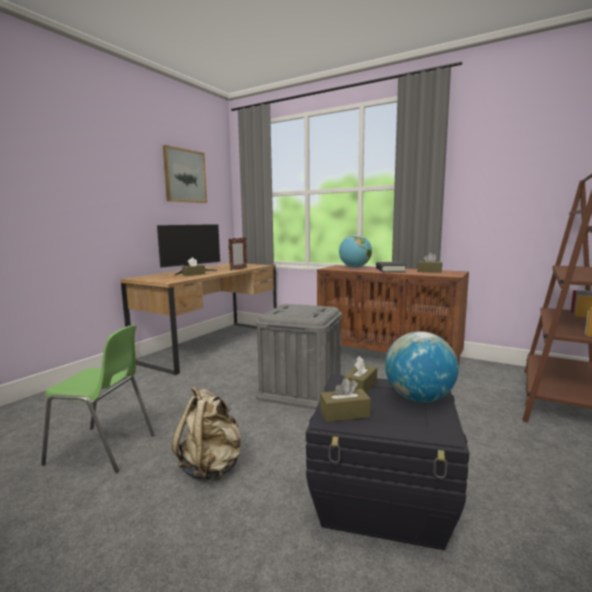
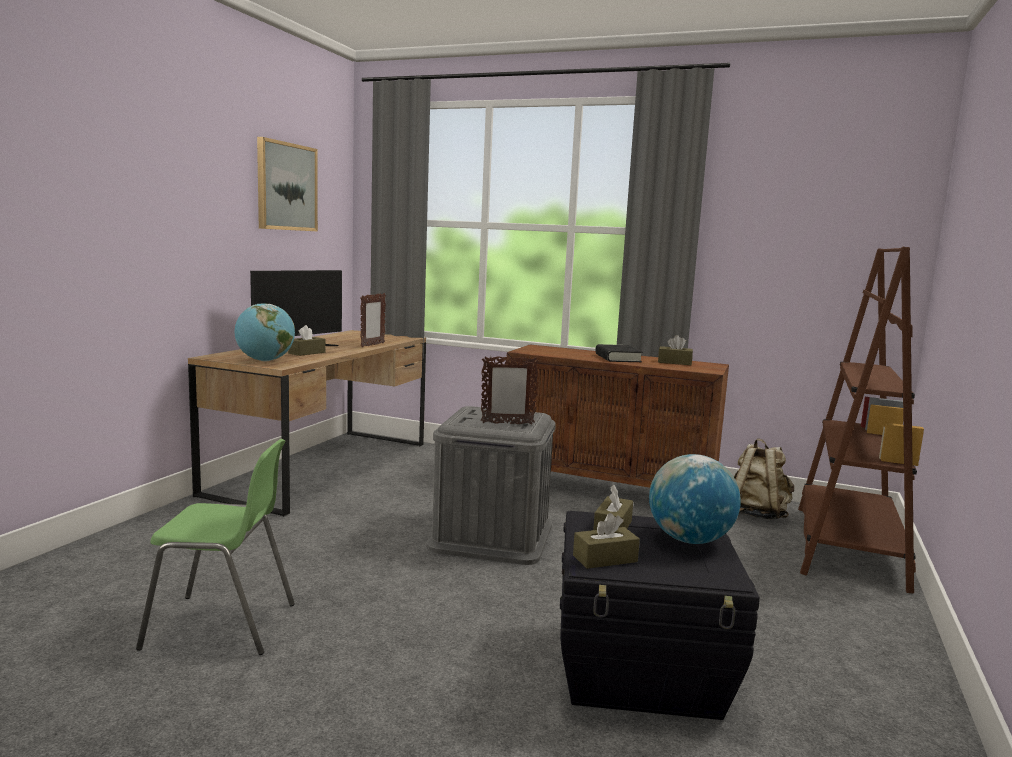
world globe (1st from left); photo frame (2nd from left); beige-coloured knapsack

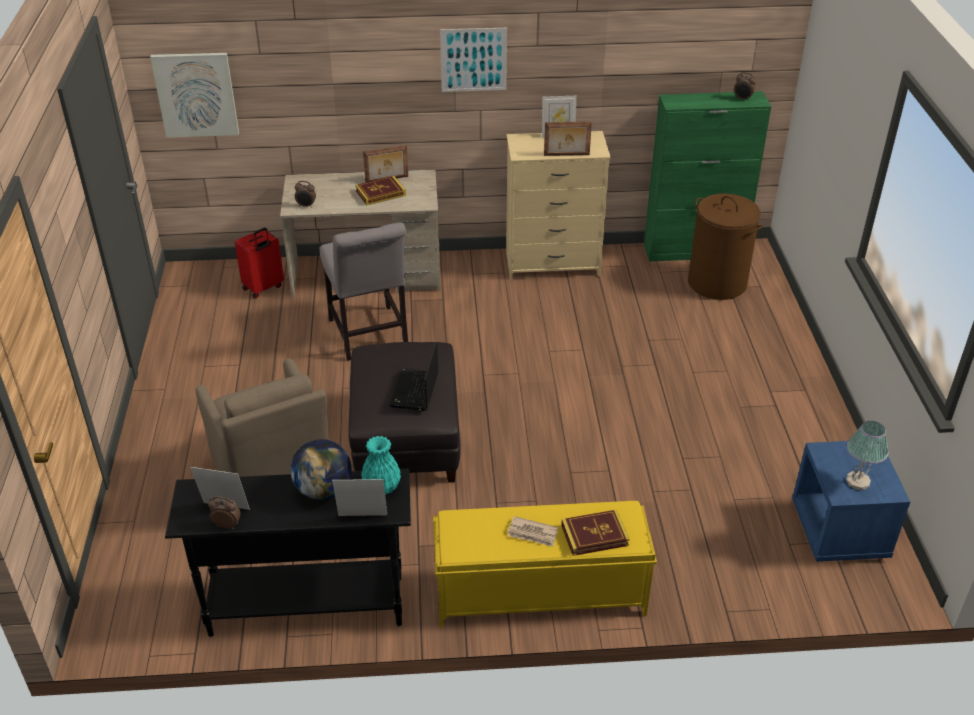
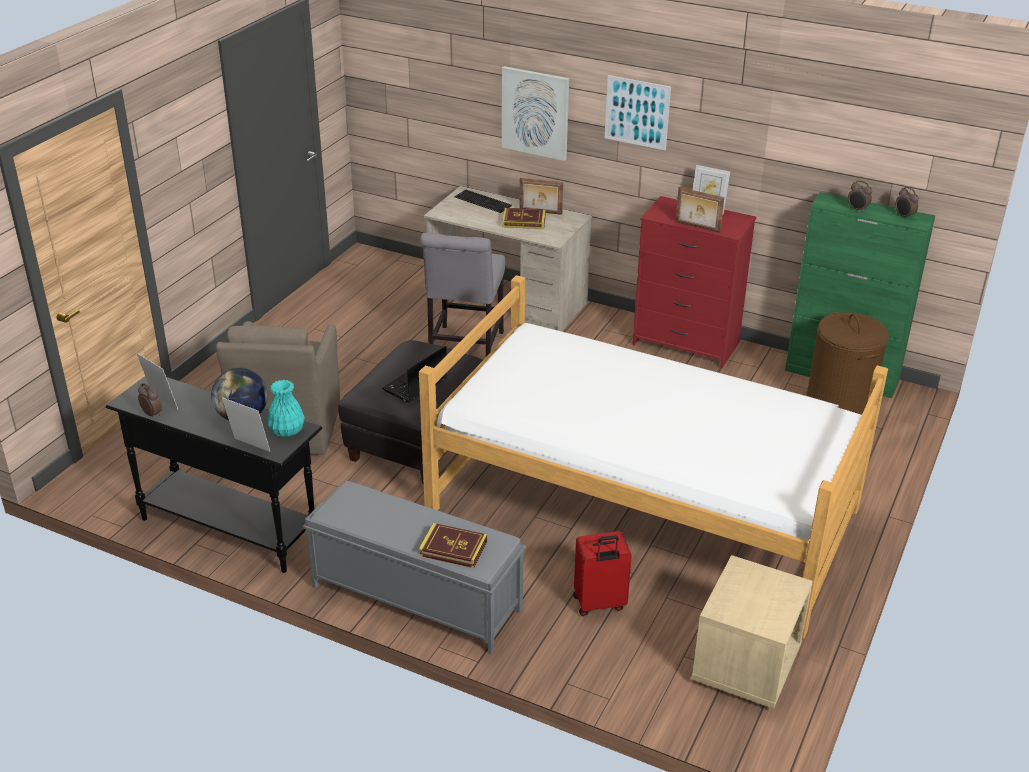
greyish indoor bench; bedroom bed; keyboard; wall art (1st from left); red-coloured suitcase; red-coloured chest of drawers; beige-coloured night table; bedside clock (2nd from left); newspaper; tabletop lamp

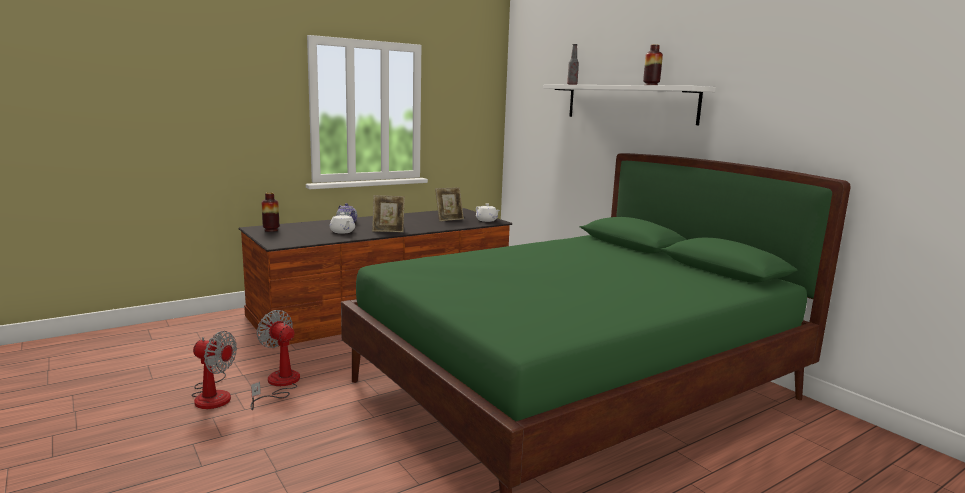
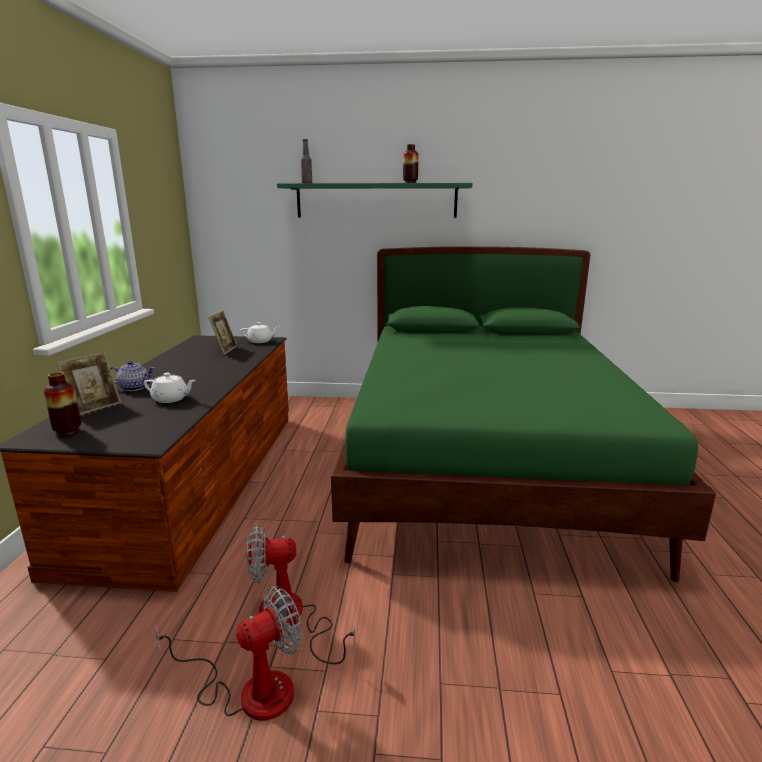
photo frame (1st from left); green-coloured shelf

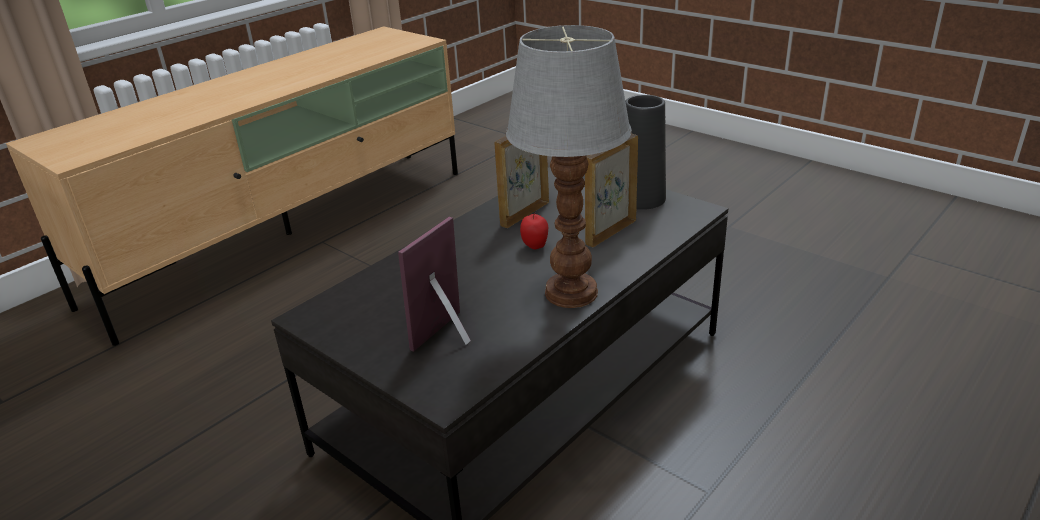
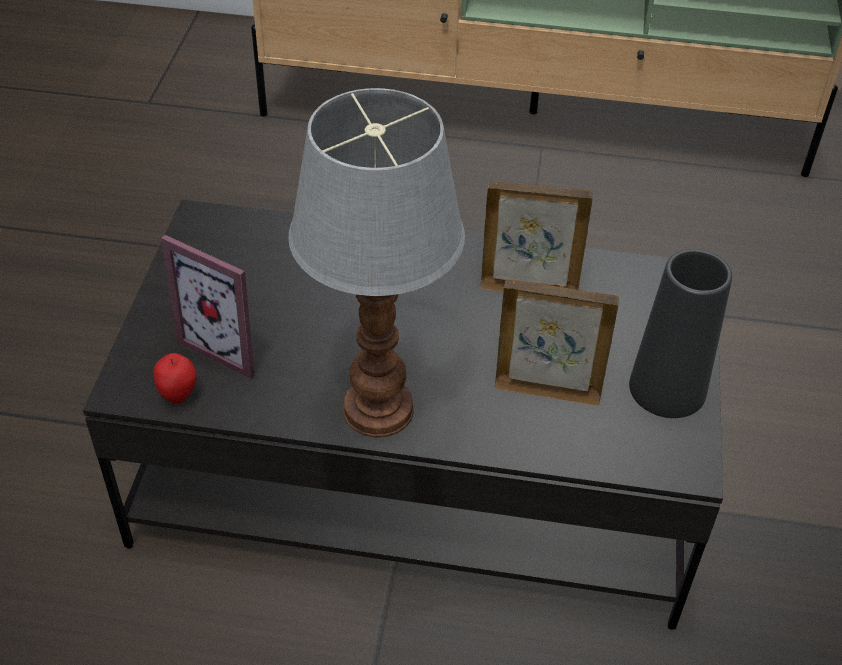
apple fruit; photo frame (1st from left)

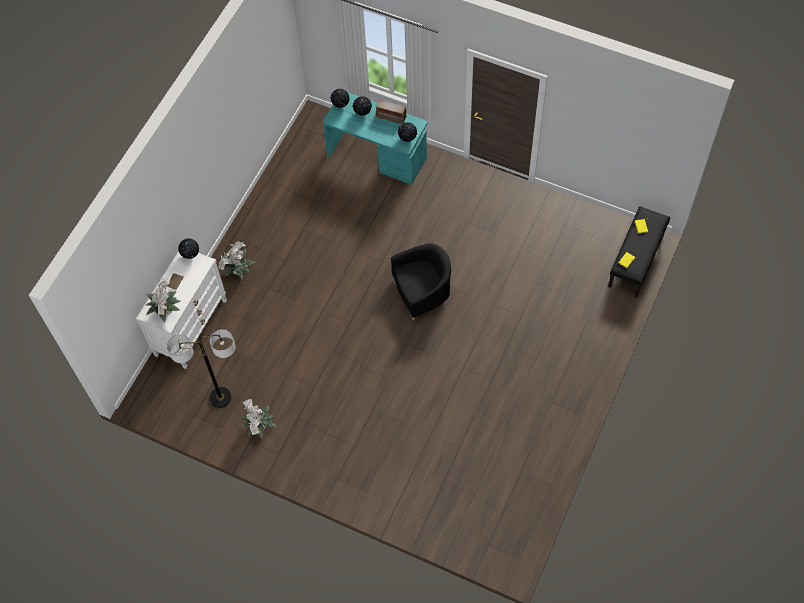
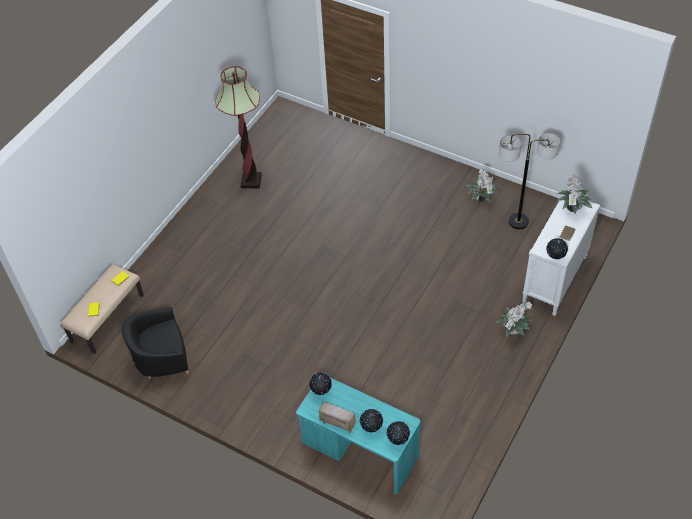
beige-coloured indoor bench; blackish lounge chair; standard lamp (1st from left)

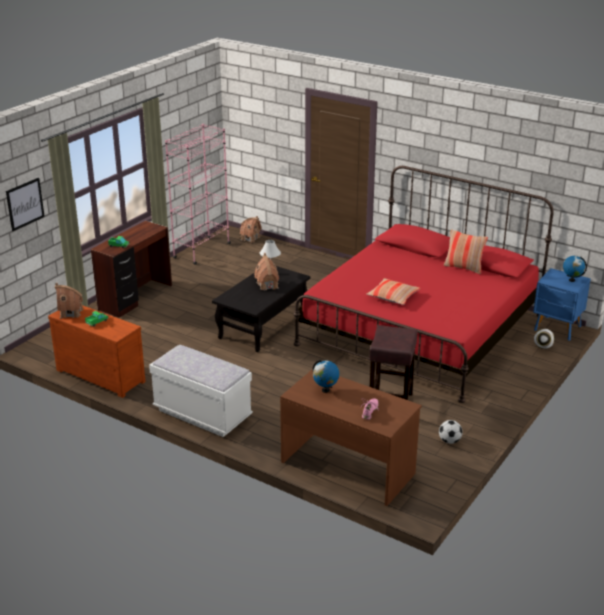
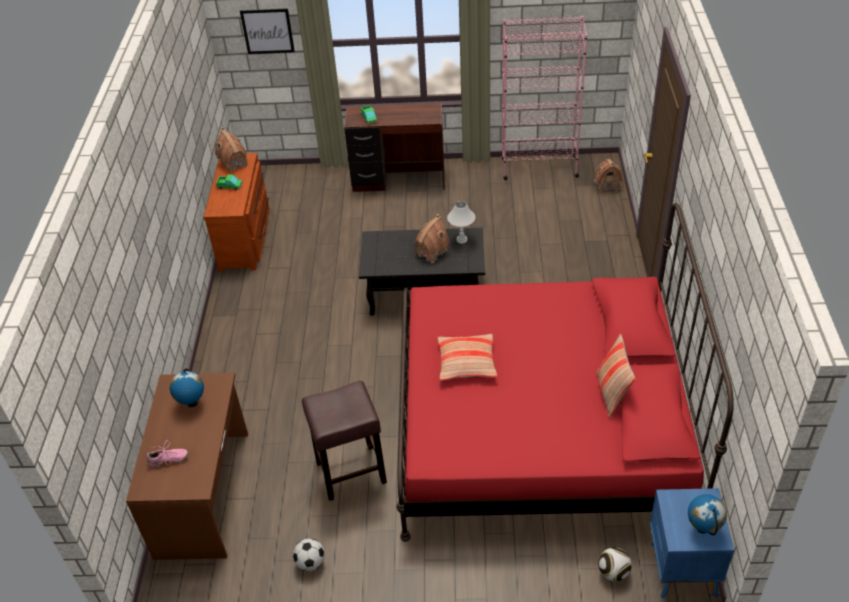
white indoor bench

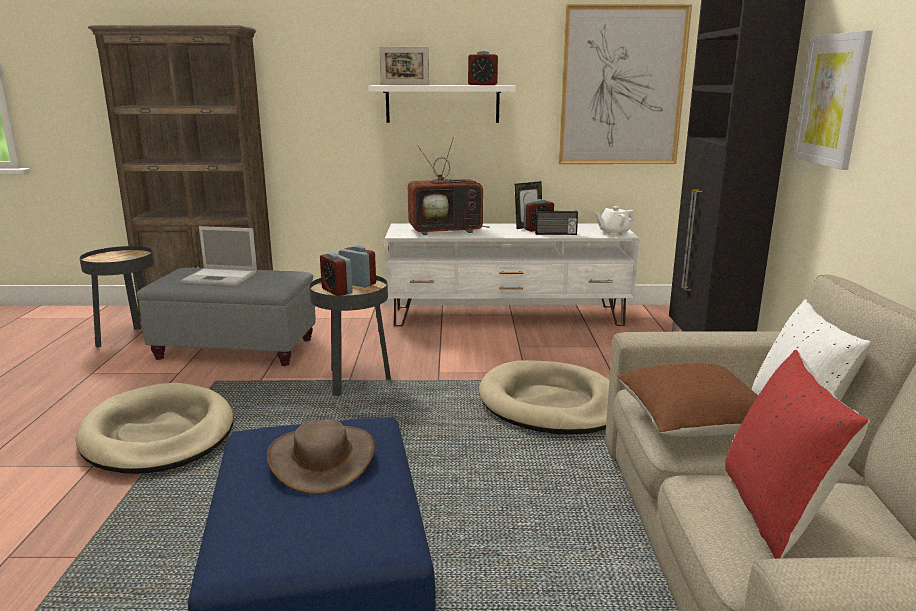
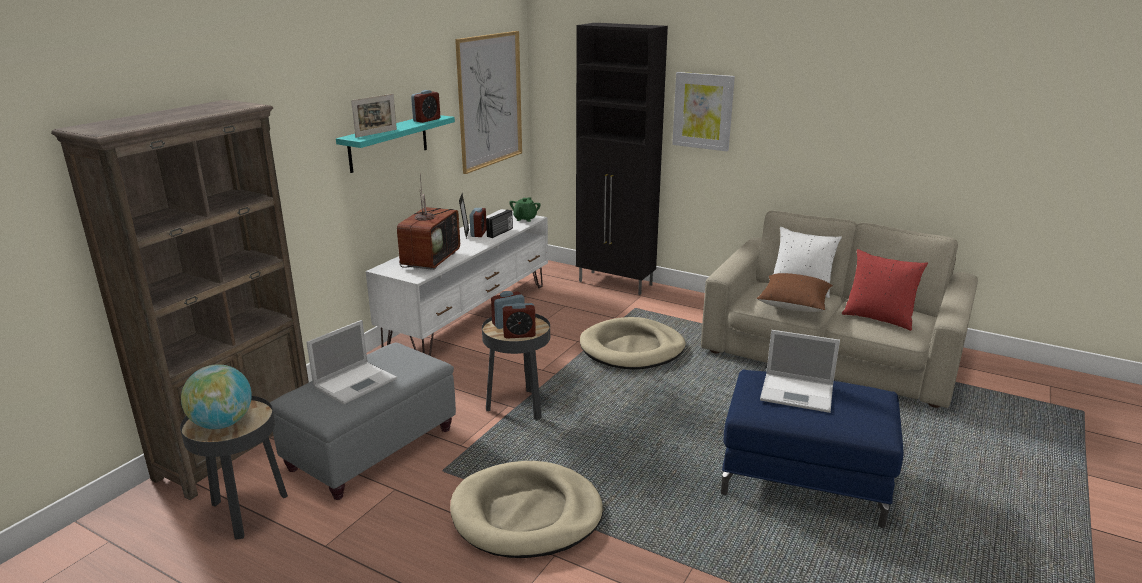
world globe; blue-green shelf; green-coloured teapot; notebook computer (2nd from left)

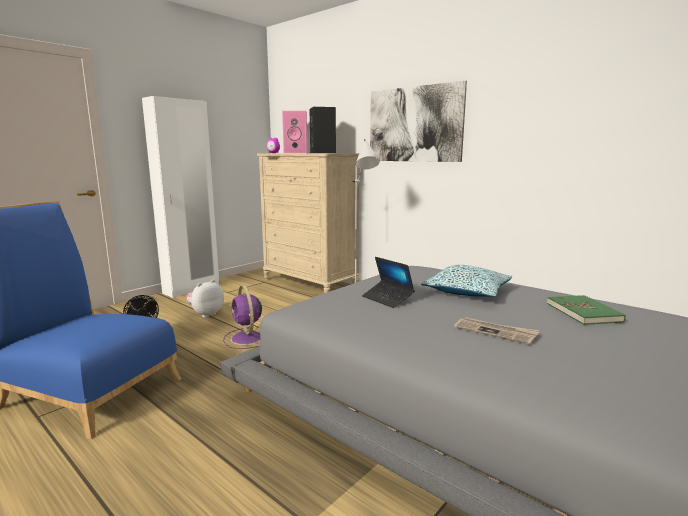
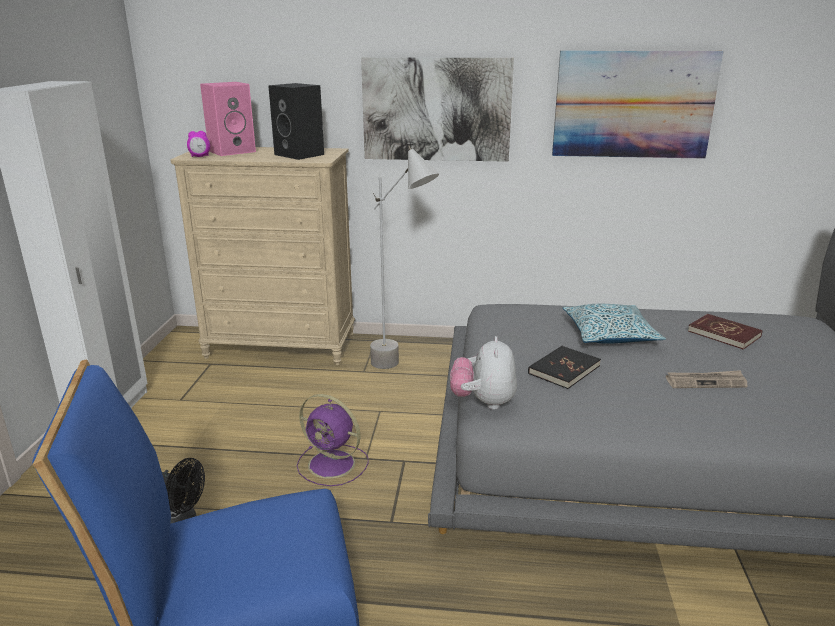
plush toy; blackish bound book; wall art (2nd from left); red-coloured bound book

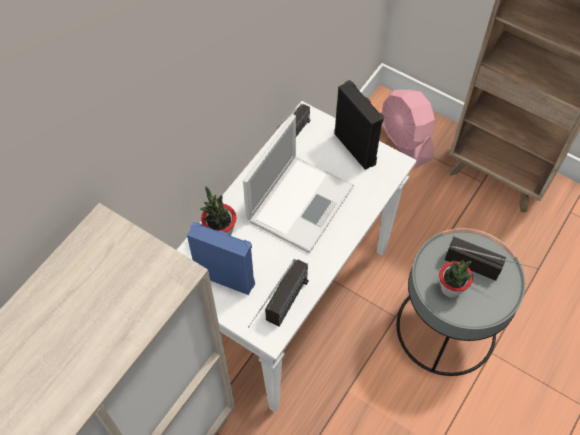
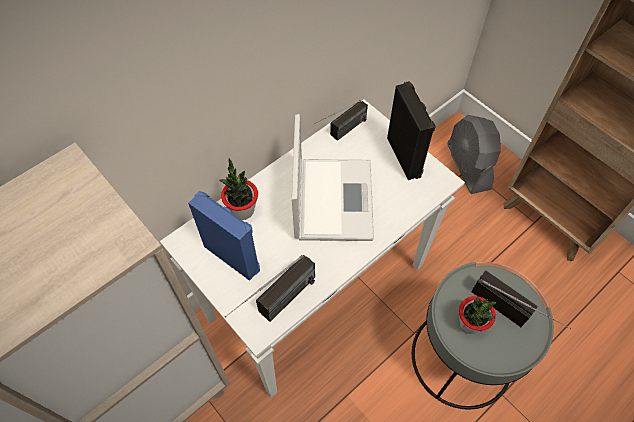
notebook computer; greyish fan

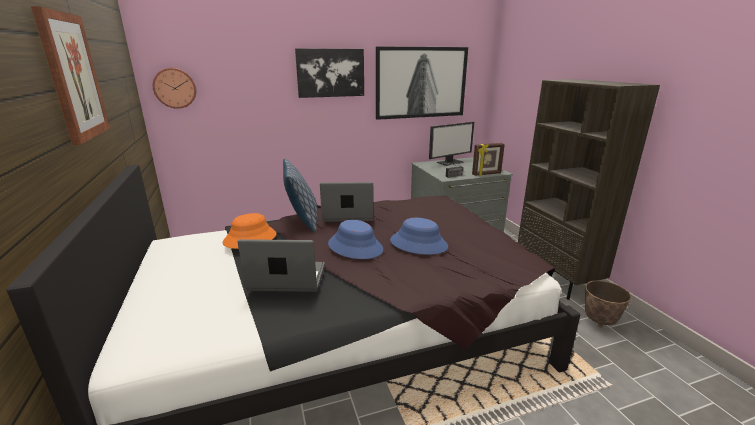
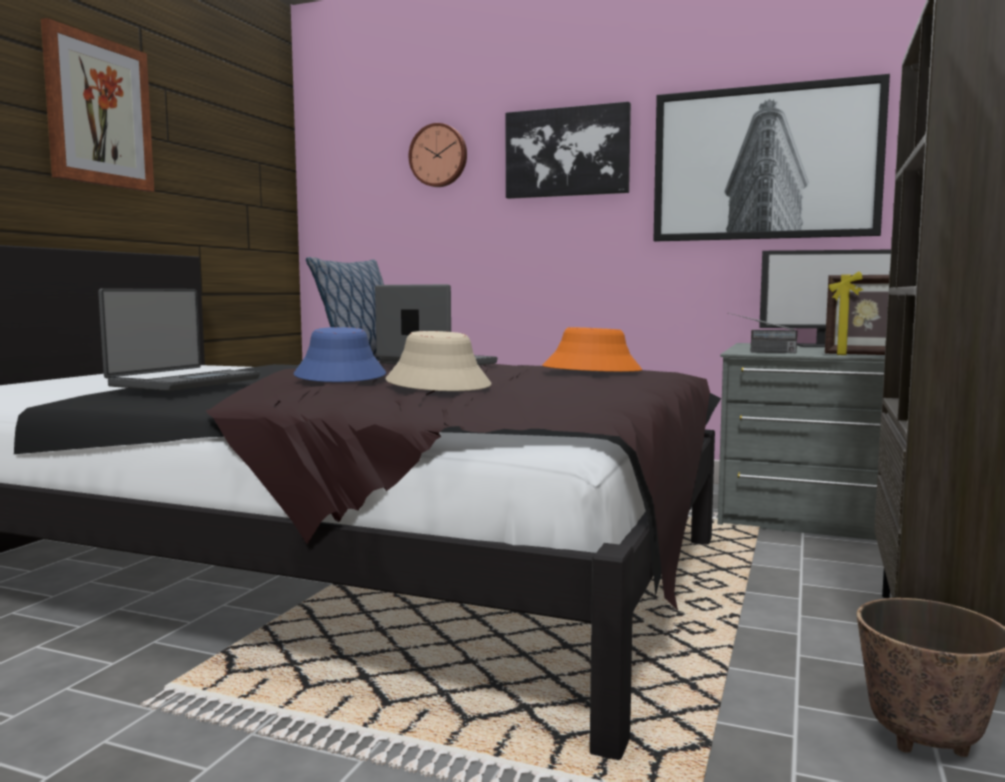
notebook computer (1st from left); beige-coloured clothing hat; clock on the wall; orange clothing hat

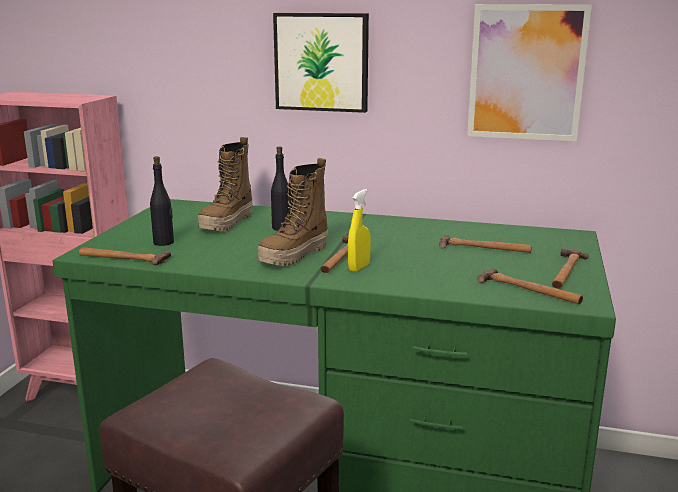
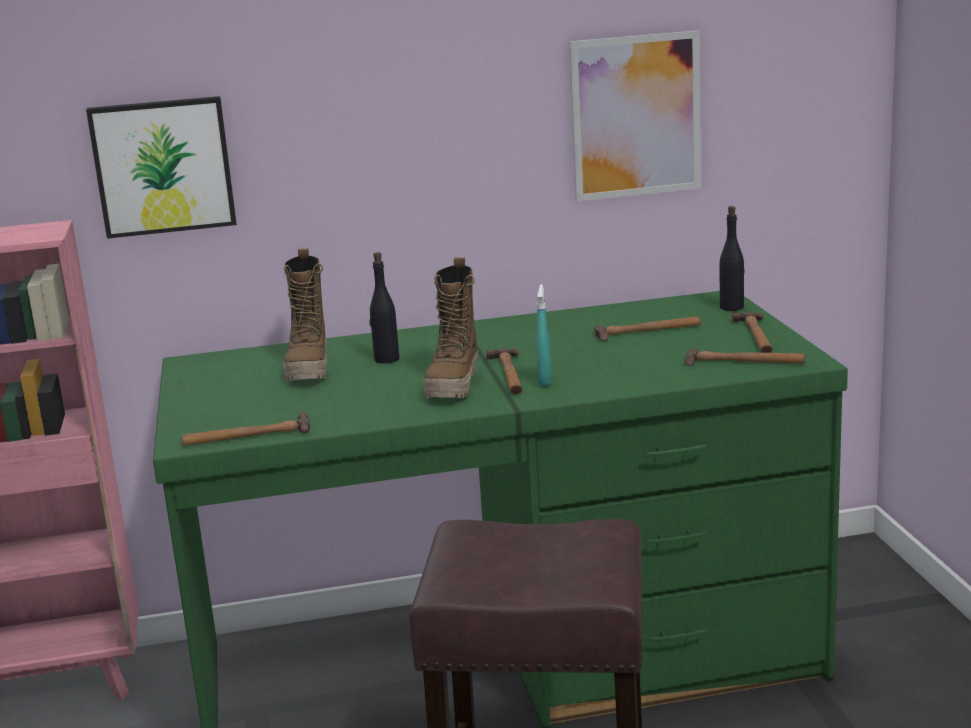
wall art (1st from left); blue-green sprayer; blackish beverage bottle (2nd from left)

